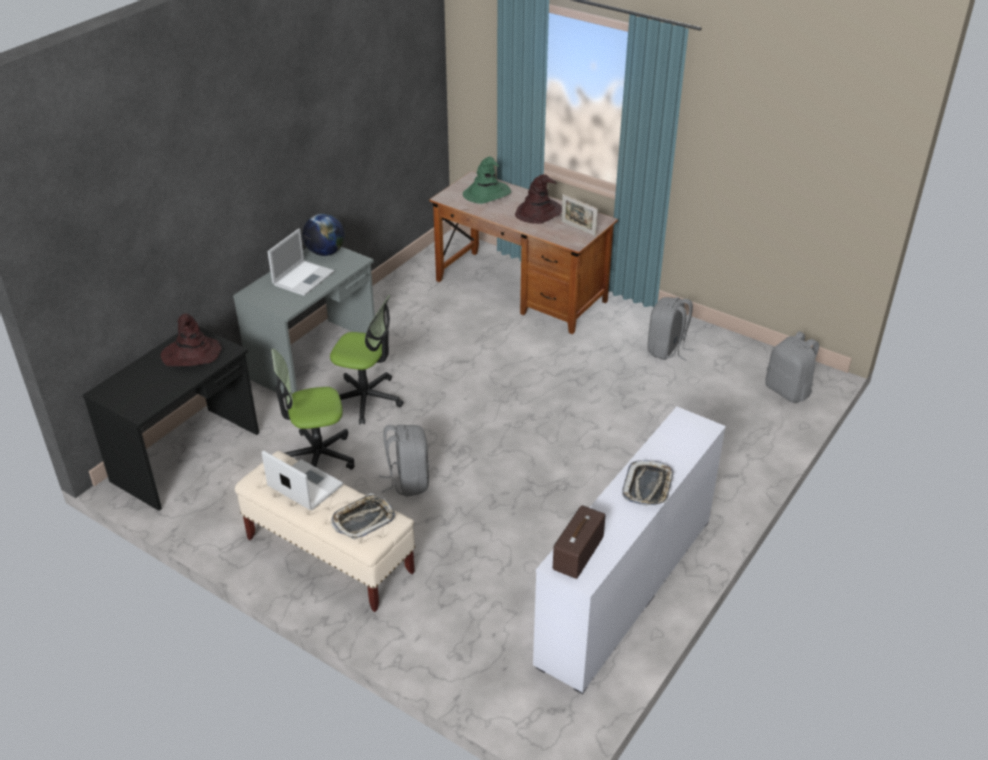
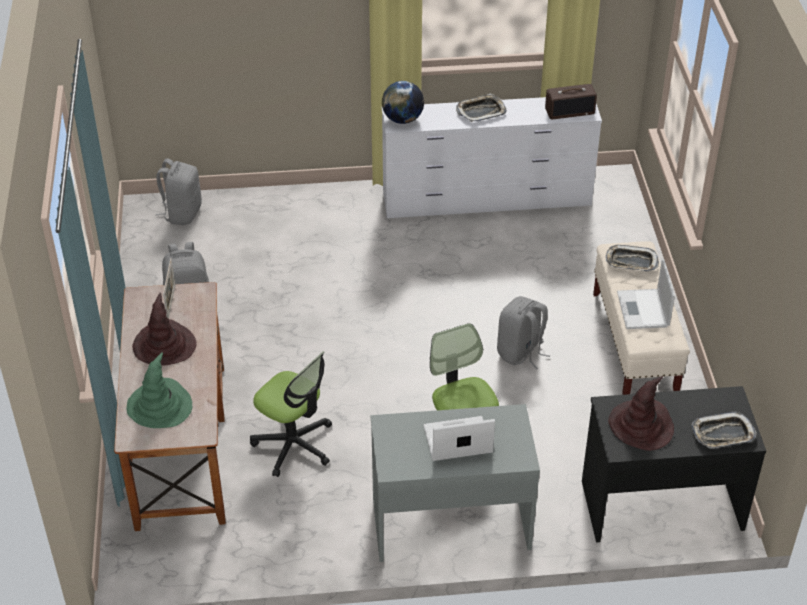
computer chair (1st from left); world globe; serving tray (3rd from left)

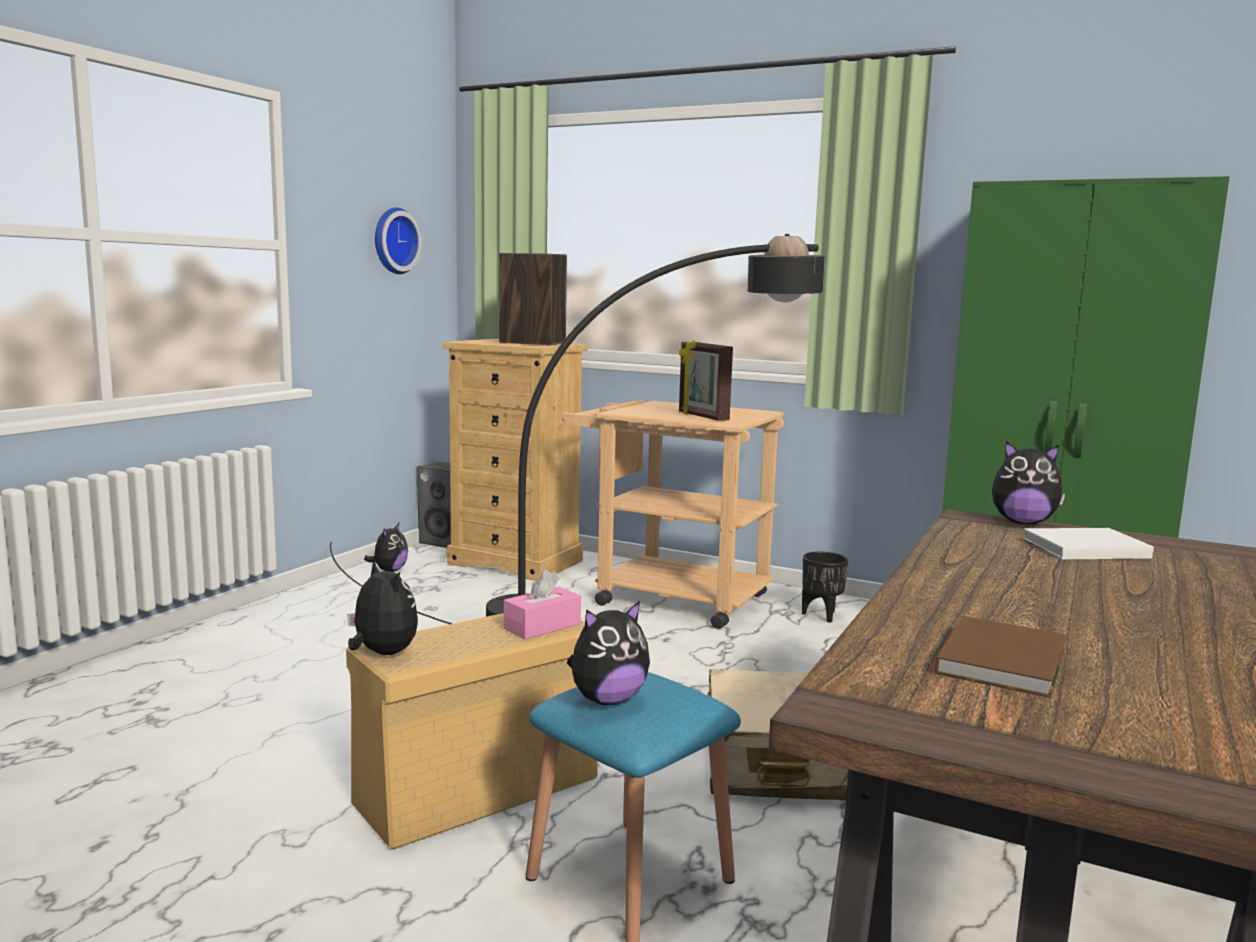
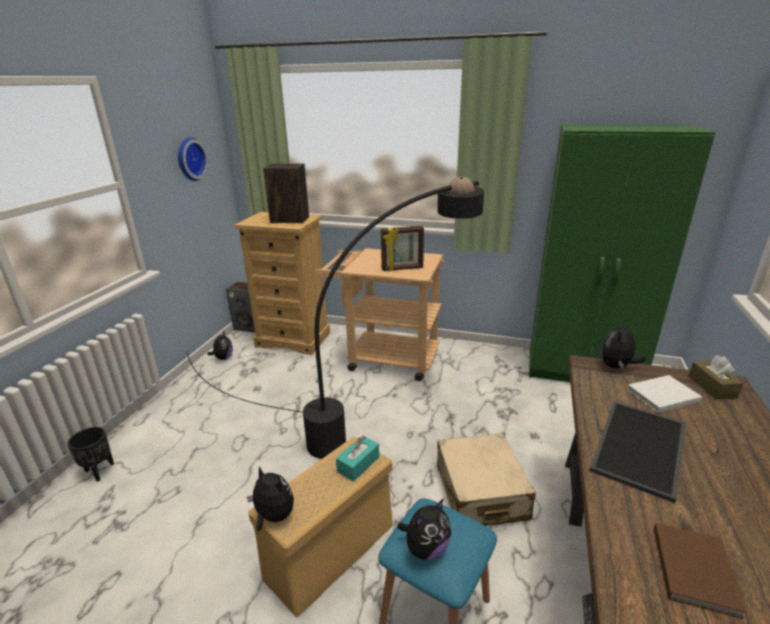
blackish planter; blue-green tissue box; photo frame; serving tray; plush toy (4th from left); brown tissue box

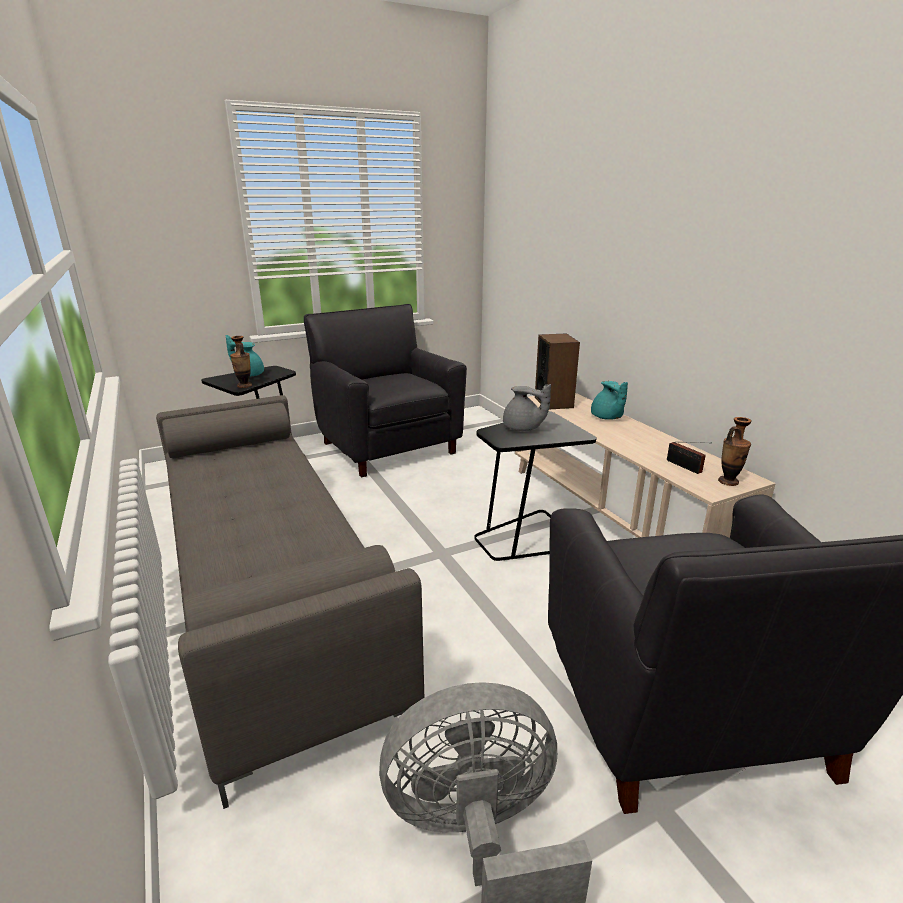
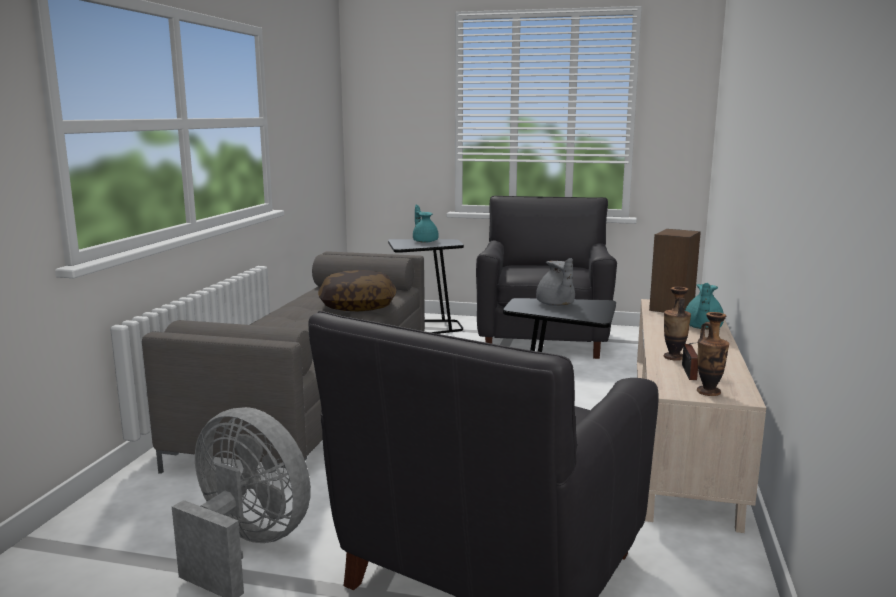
pillow; decorative vase (1st from left)

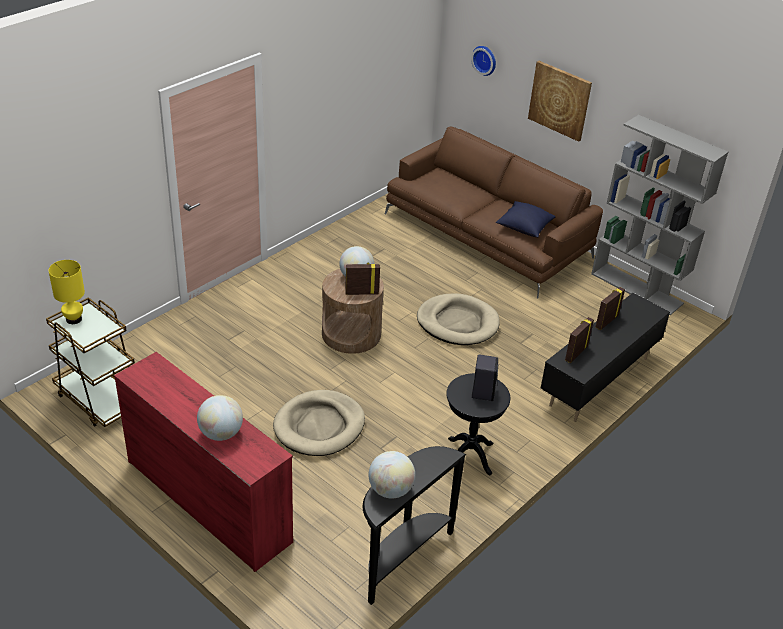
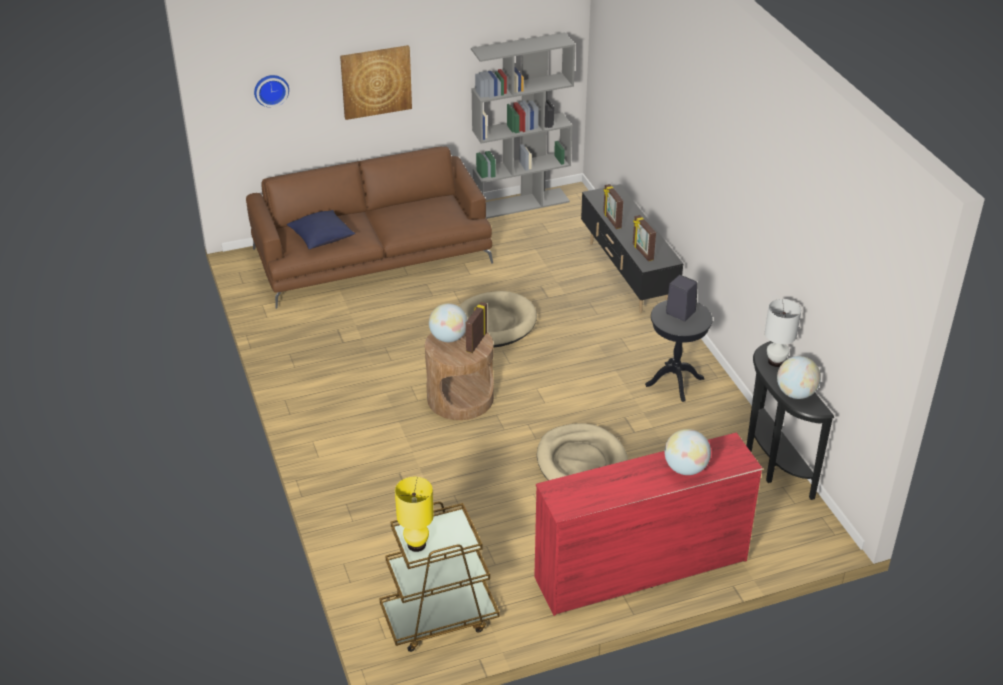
blue-coloured pillow; white tabletop lamp

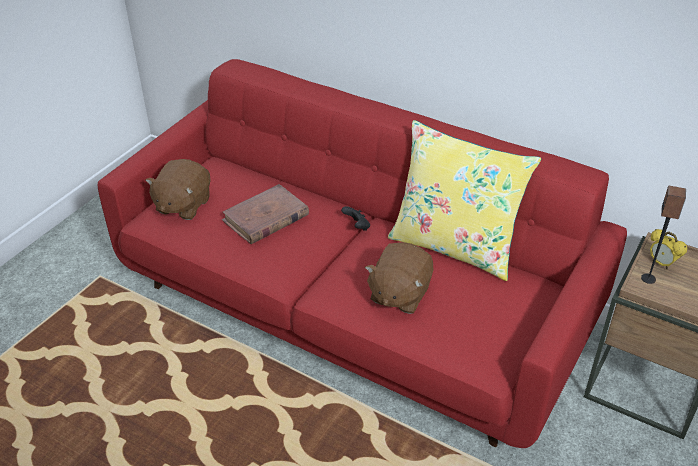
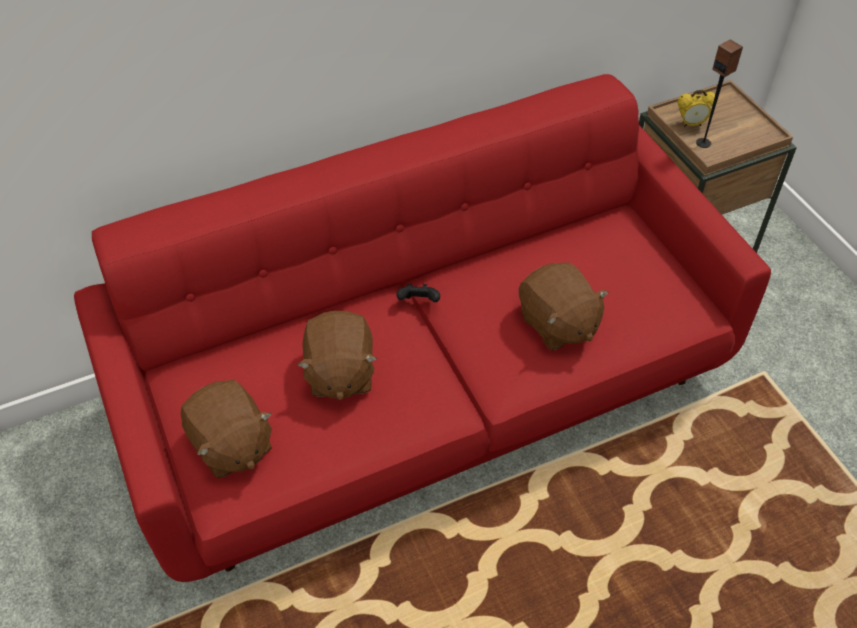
brown plush toy (2nd from left); yellow-coloured pillow

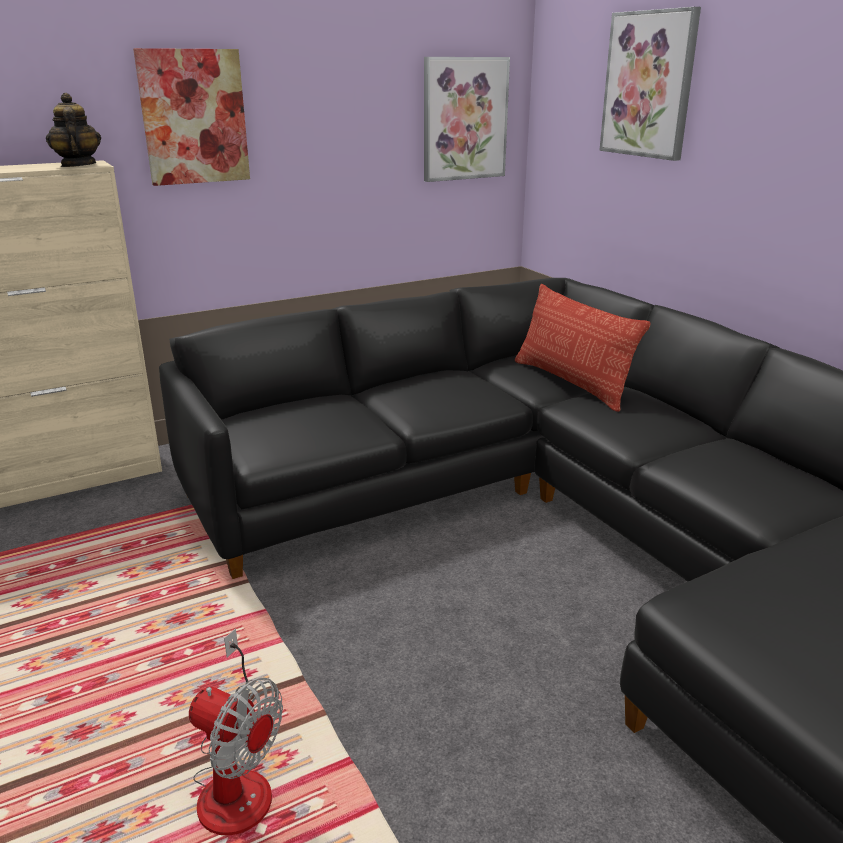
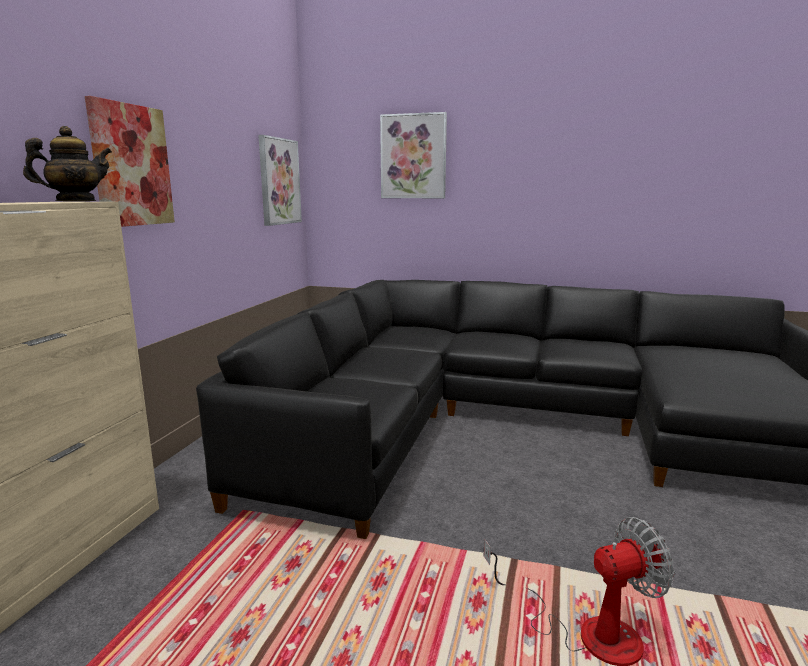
teapot; pillow

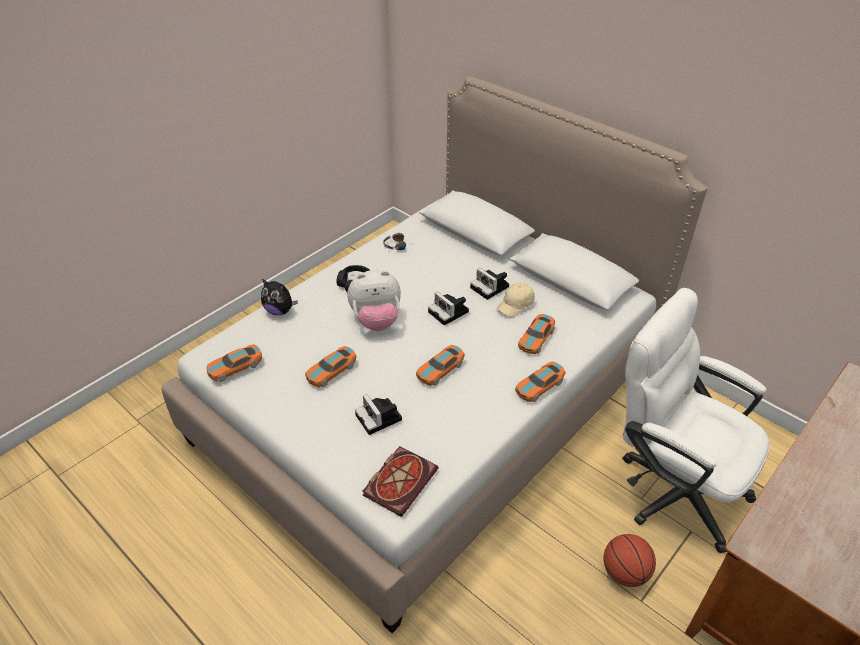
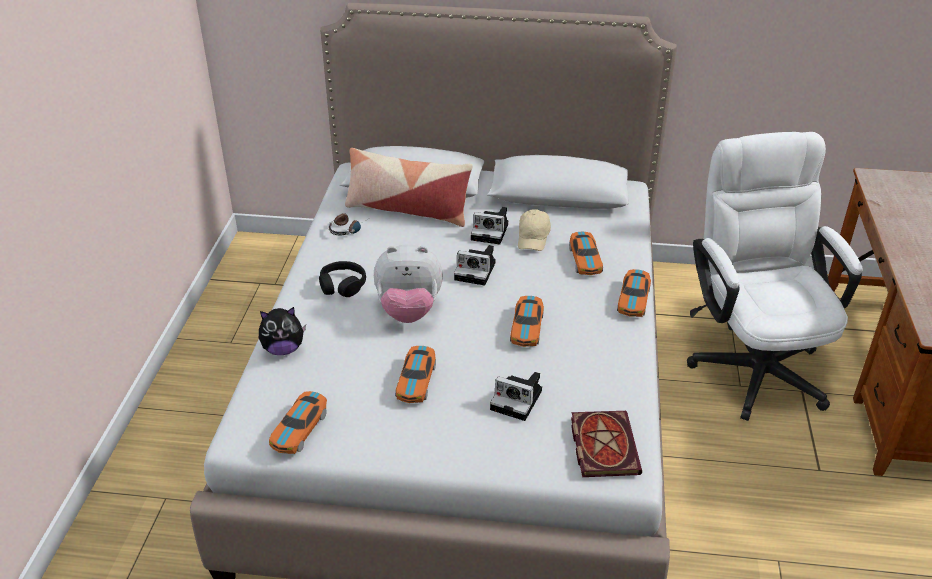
pillow; plush toy (2nd from left); white computer chair; ball for basketball

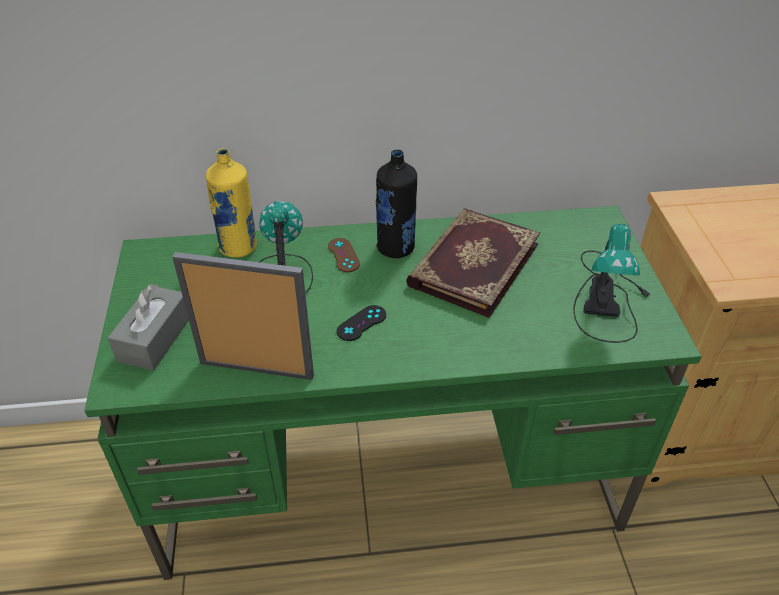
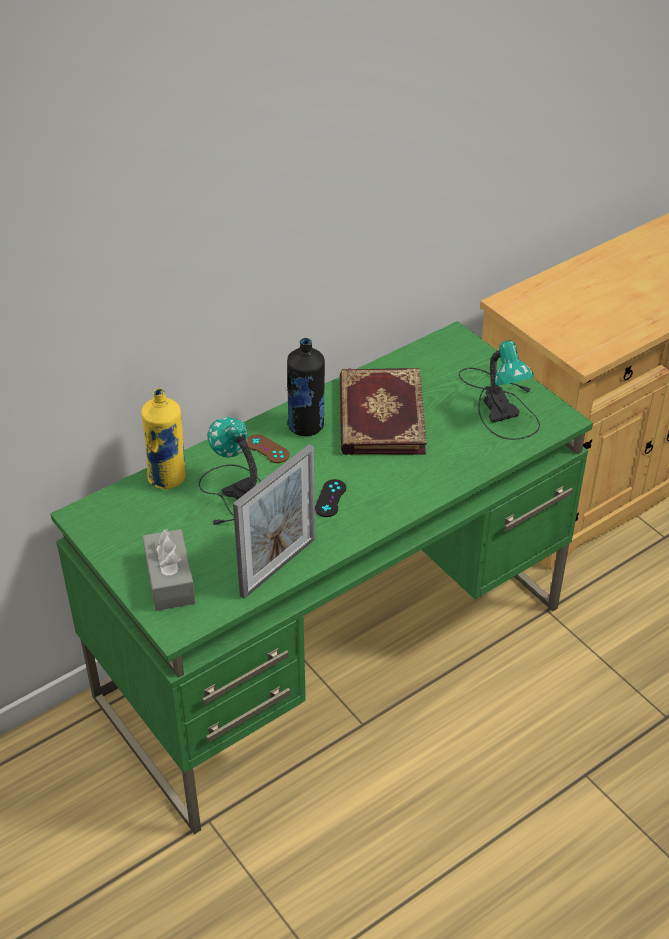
photo frame

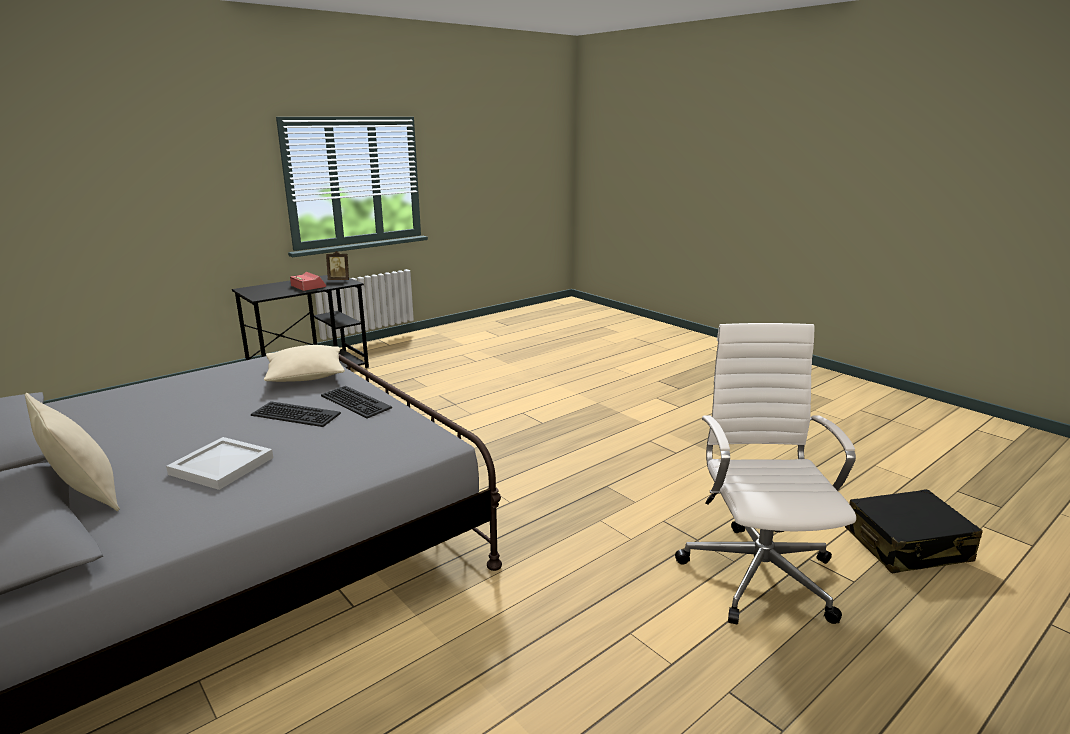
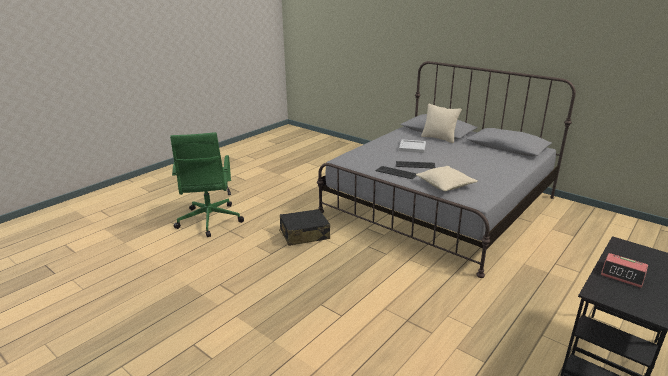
green-coloured computer chair; blackish suitcase; photo frame

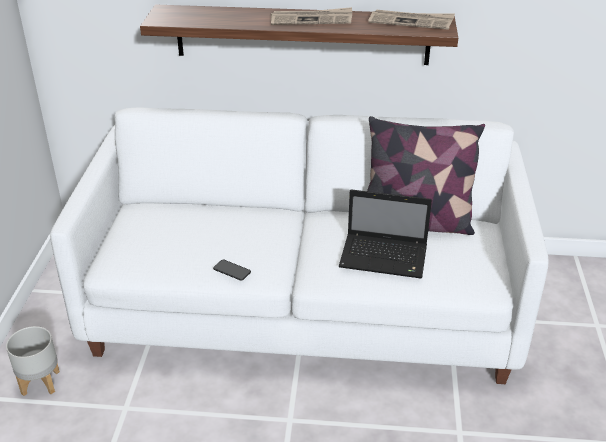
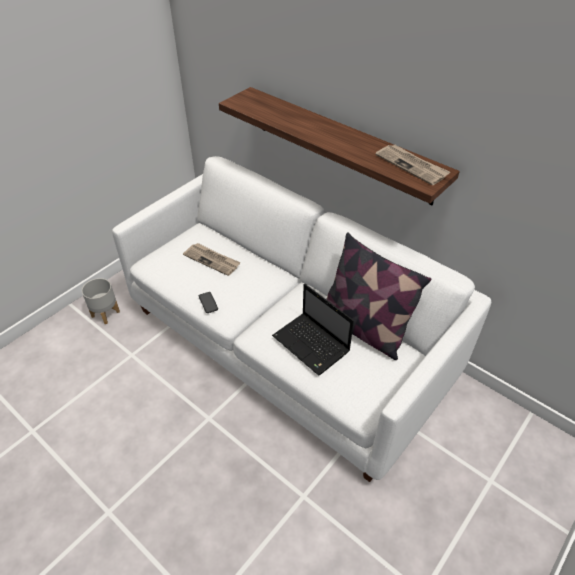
newspaper (1st from left)

